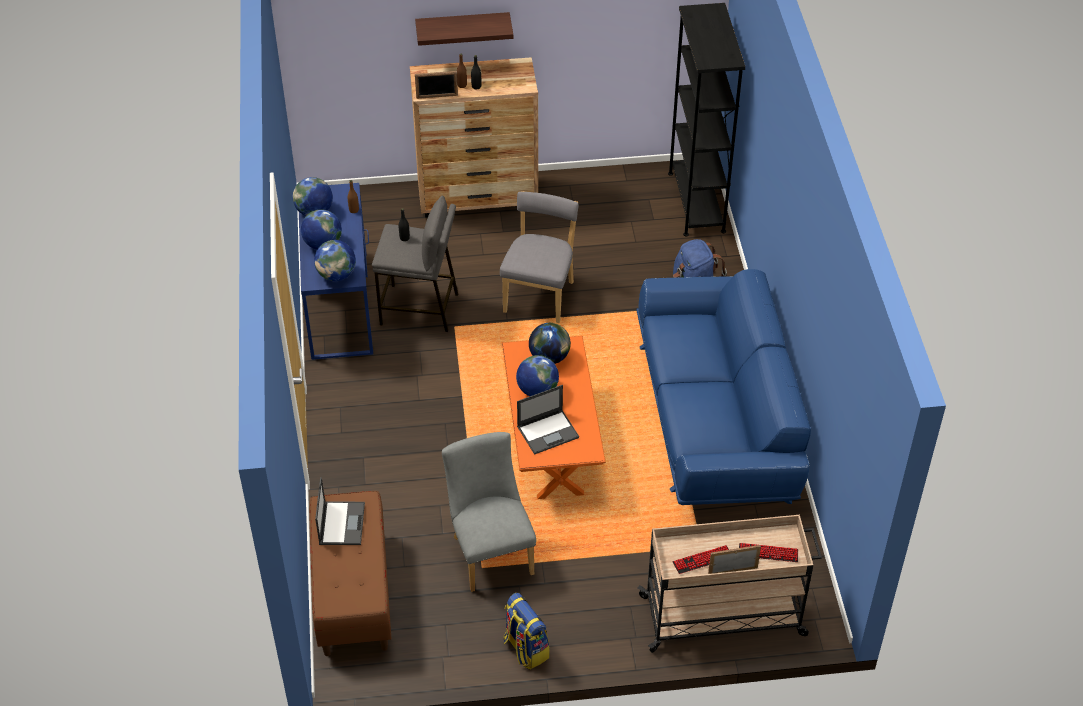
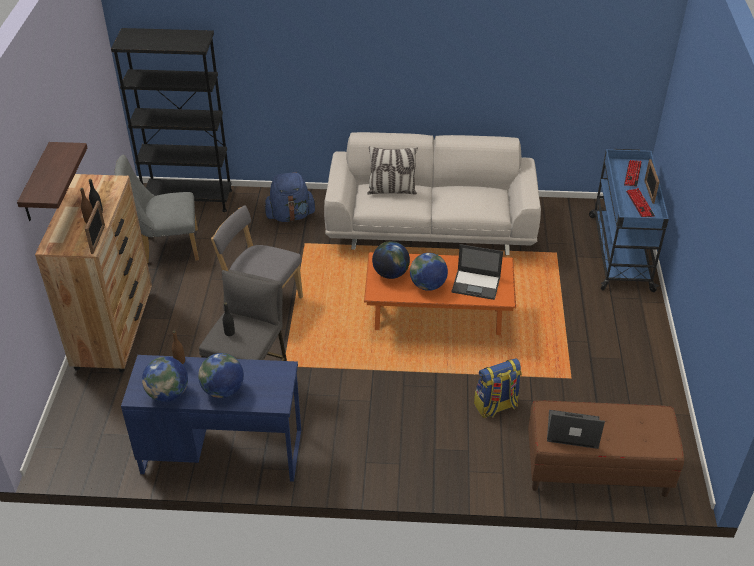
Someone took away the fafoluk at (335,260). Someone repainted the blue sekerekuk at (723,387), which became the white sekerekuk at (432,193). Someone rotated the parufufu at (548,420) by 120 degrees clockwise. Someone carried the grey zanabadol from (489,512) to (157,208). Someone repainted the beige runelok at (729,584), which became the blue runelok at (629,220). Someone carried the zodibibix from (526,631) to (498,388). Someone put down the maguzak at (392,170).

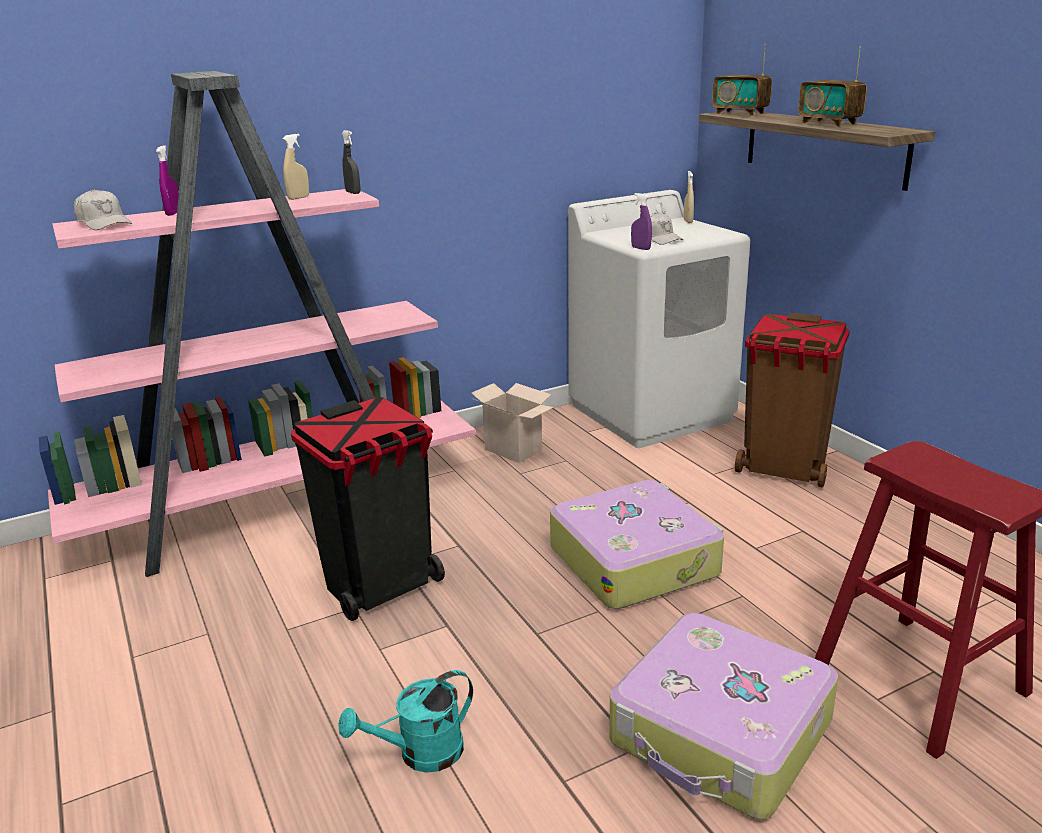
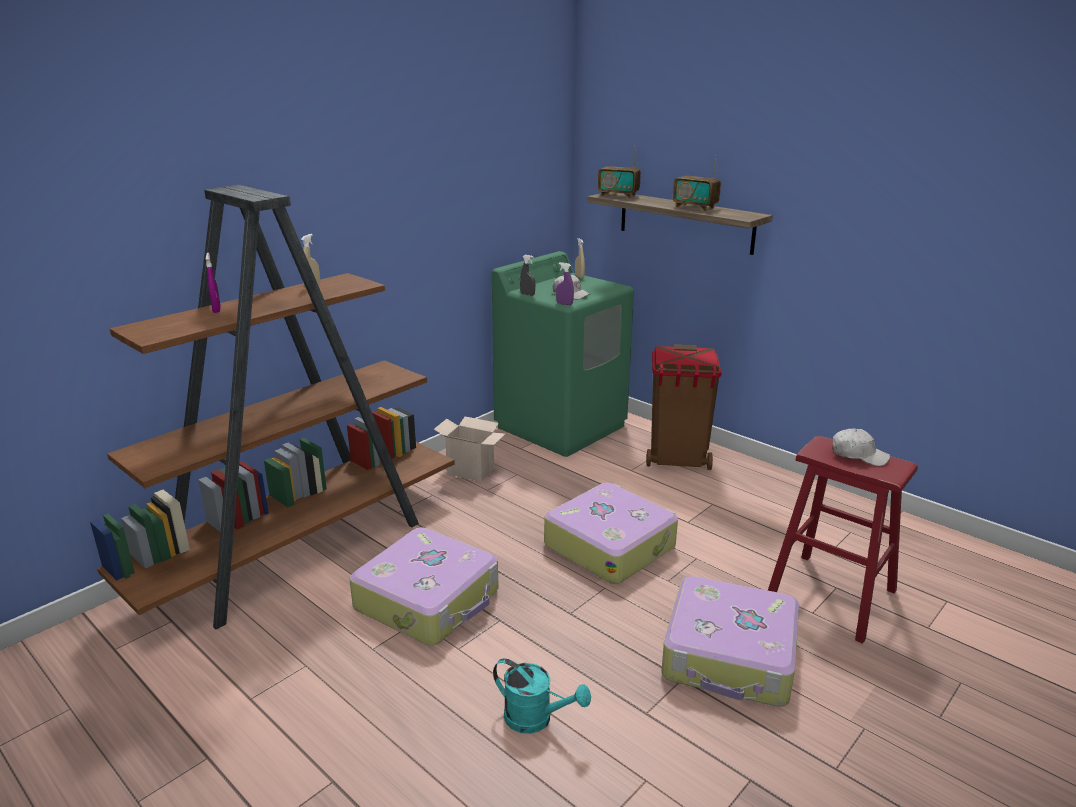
Someone repainted the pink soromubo at (257,324), which became the brown soromubo at (272,407). Someone carried the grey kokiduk from (351,162) to (527,275). Someone carried the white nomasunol from (103,209) to (861,447). Someone repainted the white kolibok at (659,319), which became the green kolibok at (563,354). Someone swapped the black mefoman at (368,509) for the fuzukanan at (423,586). Someone rotated the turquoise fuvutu at (405,721) by 105 degrees counterclockwise.

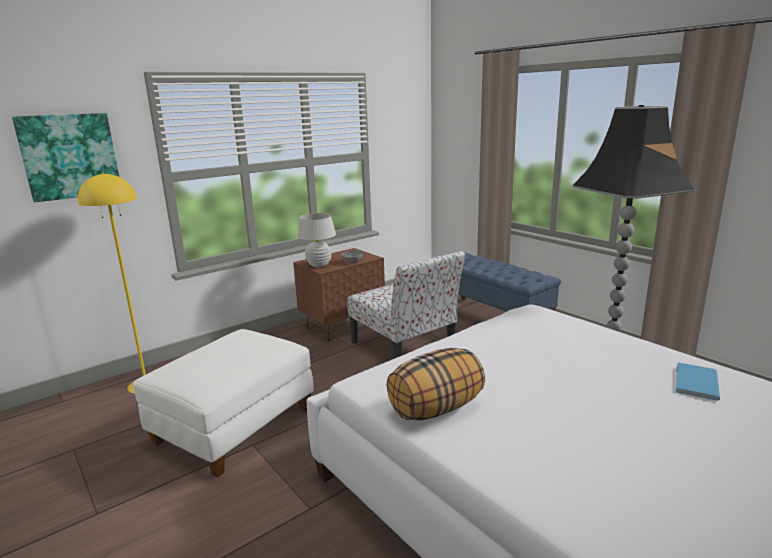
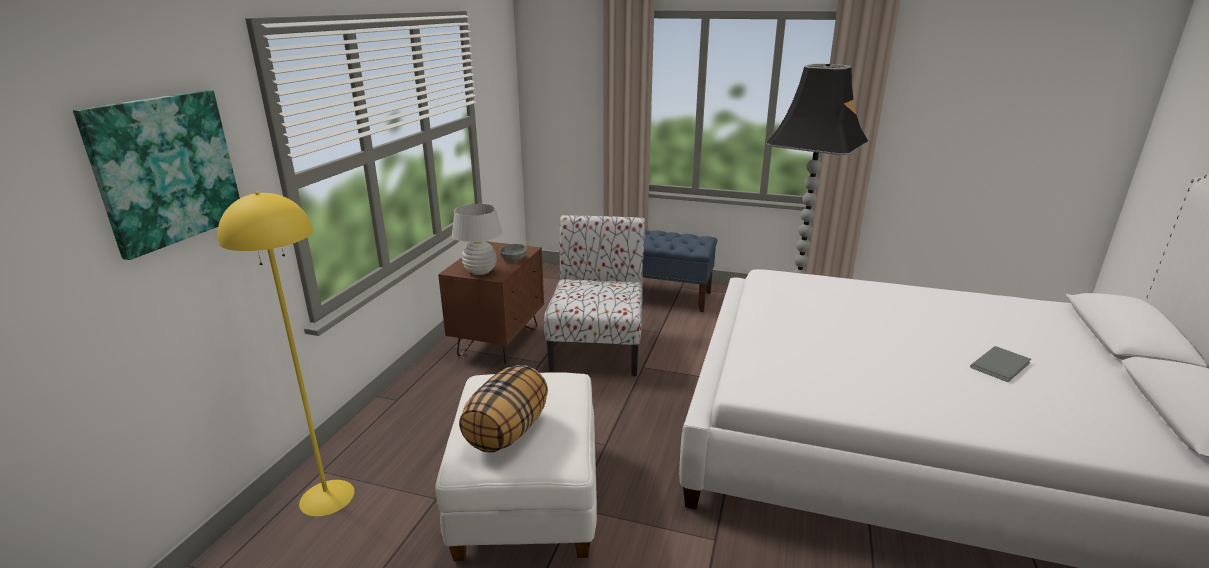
Someone rotated the zanabadol at (406,305) by 105 degrees counterclockwise. Someone carried the maguzak from (436,384) to (503,408). Someone took away the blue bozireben at (698,381). Someone put down the grey bozireben at (1000,364).

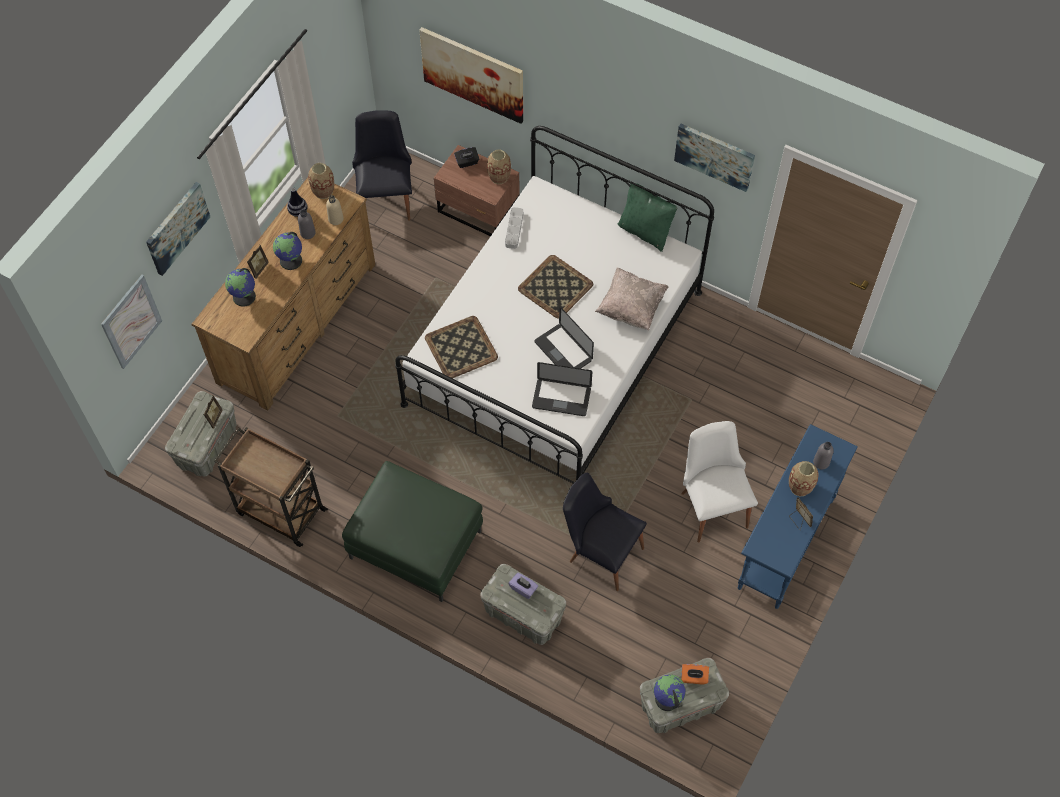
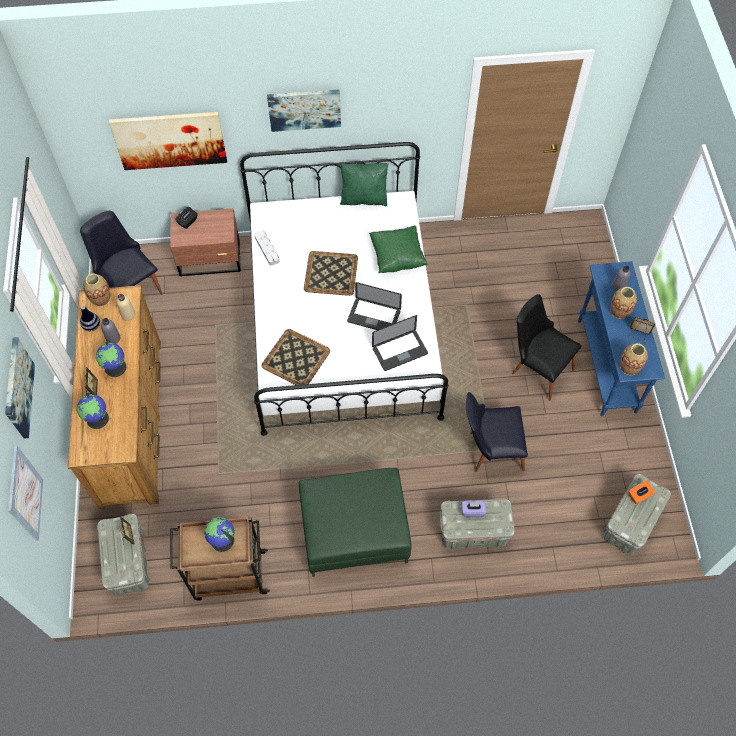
Someone carried the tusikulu from (714,158) to (304,110). Someone carried the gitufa from (499,166) to (634,359). Someone repainted the beige maguzak at (631,299), which became the green maguzak at (398,249). Someone repainted the white zanabadol at (719,481), which became the black zanabadol at (547,347). Someone carried the fafoluk from (669,692) to (219,534).

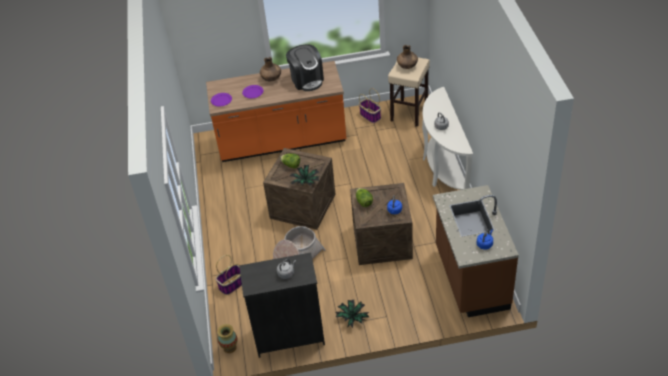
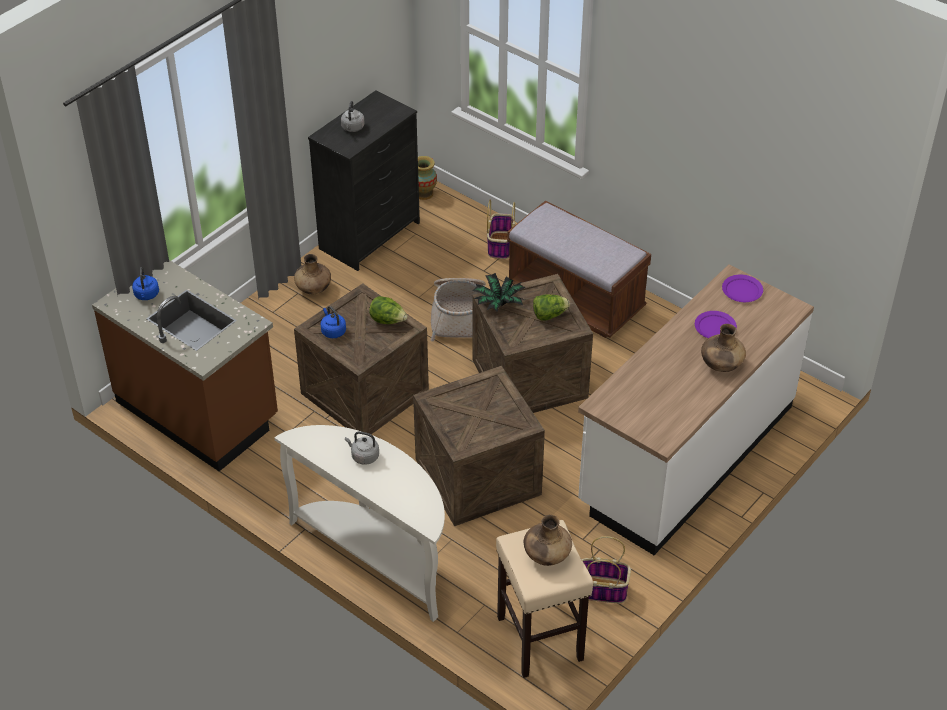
Someone took away the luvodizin at (305,68). Someone repainted the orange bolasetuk at (276,111), which became the white bolasetuk at (696,409). Someone swapped the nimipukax at (352,314) for the brown gitufa at (312,274). Someone put down the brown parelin at (579,269). Someone put down the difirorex at (479,446).

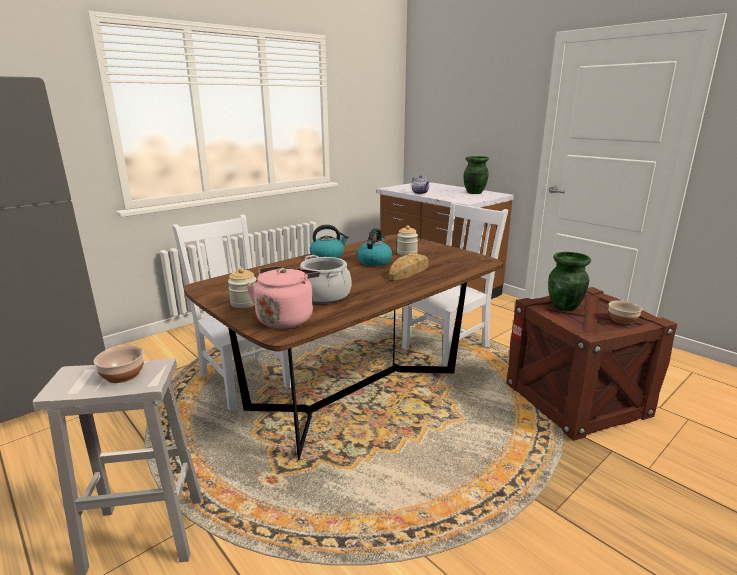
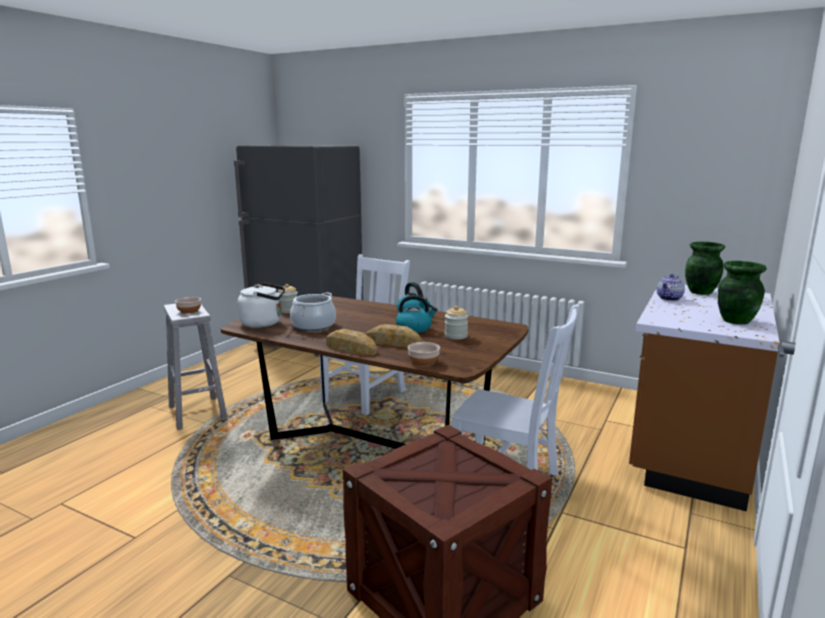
Someone carried the green gitufa from (569,281) to (705,268). Someone repainted the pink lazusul at (283,297), which became the white lazusul at (261,305). Someone carried the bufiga from (625,312) to (424,354). Someone put down the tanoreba at (352,342).

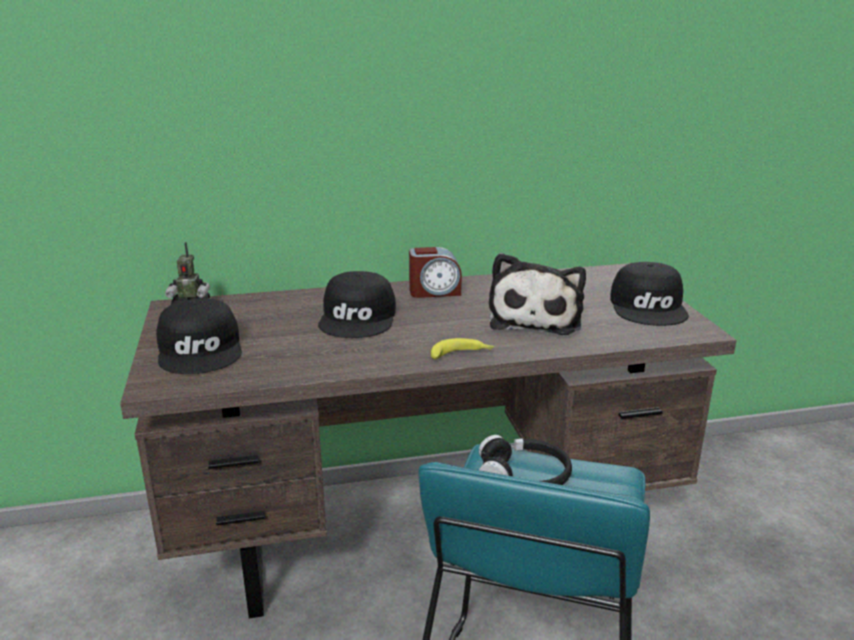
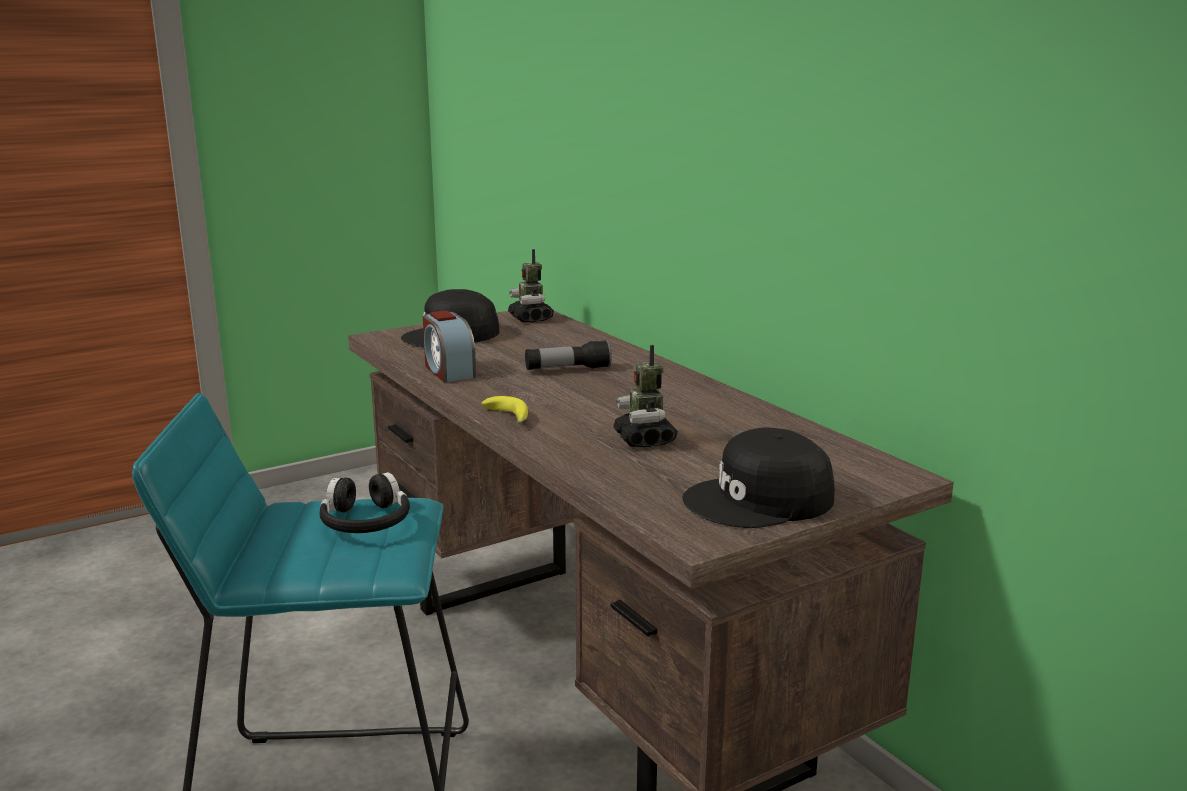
Someone carried the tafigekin from (435,272) to (449,346). Someone swapped the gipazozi at (537,294) for the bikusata at (645,396). Someone swapped the black nomasunol at (357,304) for the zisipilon at (568,355).

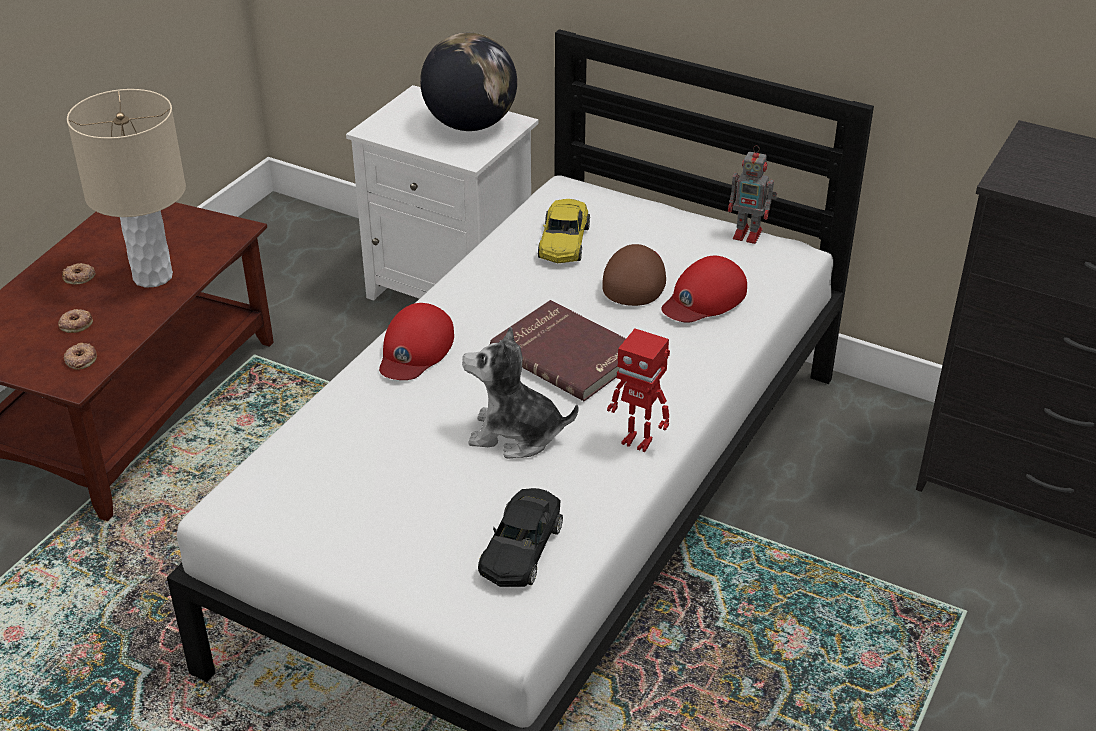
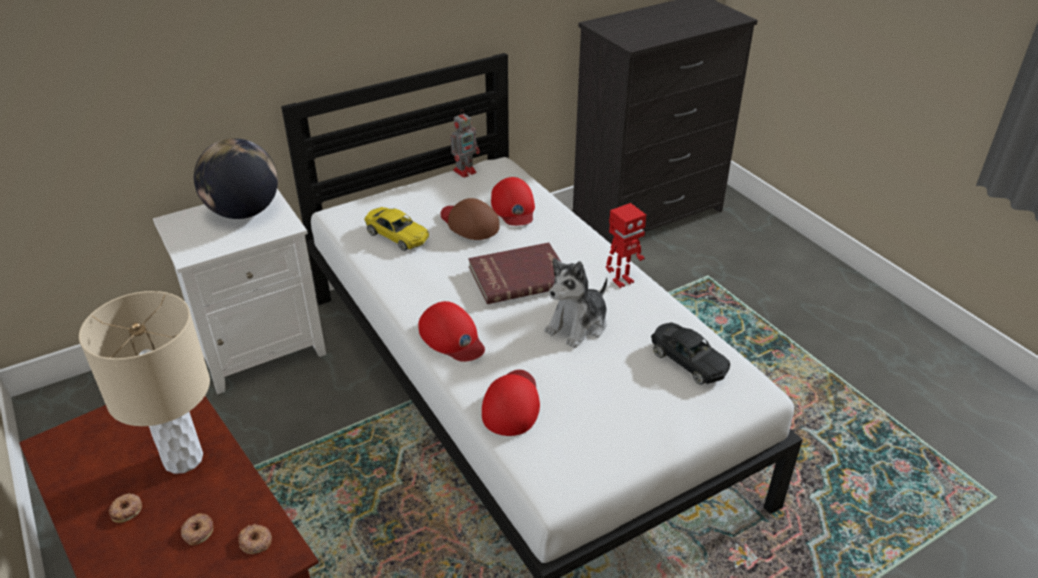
Someone put down the red nomasunol at (511,403).

